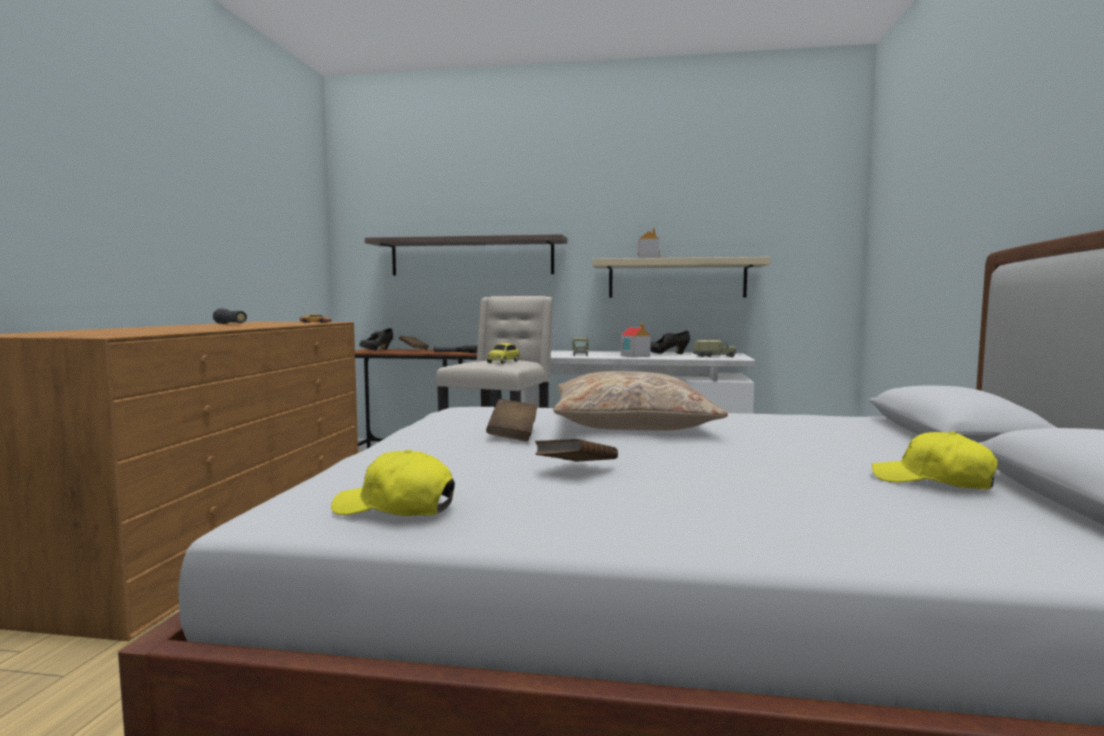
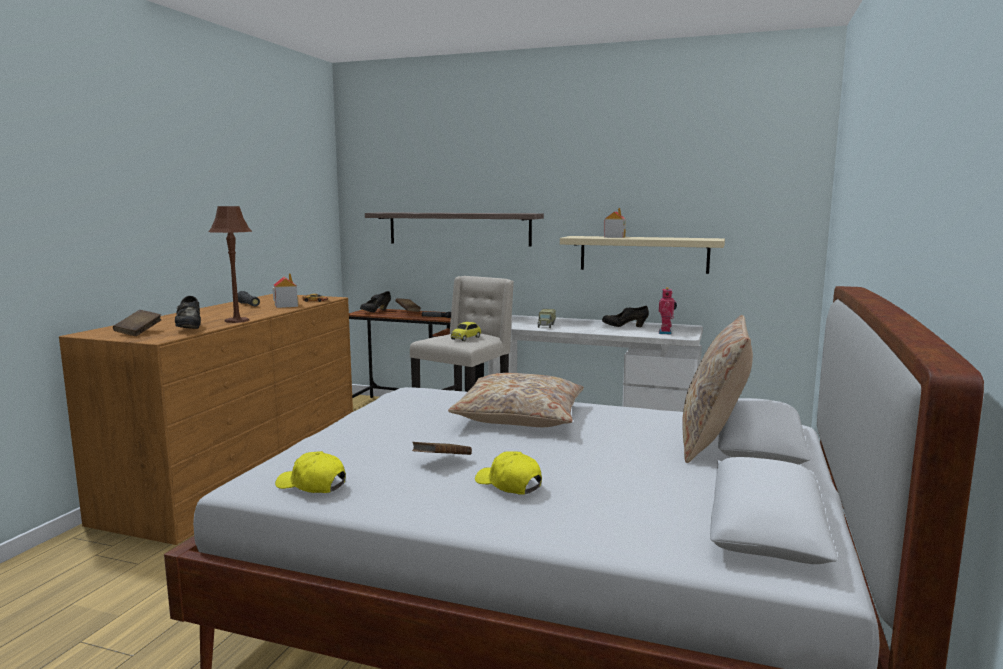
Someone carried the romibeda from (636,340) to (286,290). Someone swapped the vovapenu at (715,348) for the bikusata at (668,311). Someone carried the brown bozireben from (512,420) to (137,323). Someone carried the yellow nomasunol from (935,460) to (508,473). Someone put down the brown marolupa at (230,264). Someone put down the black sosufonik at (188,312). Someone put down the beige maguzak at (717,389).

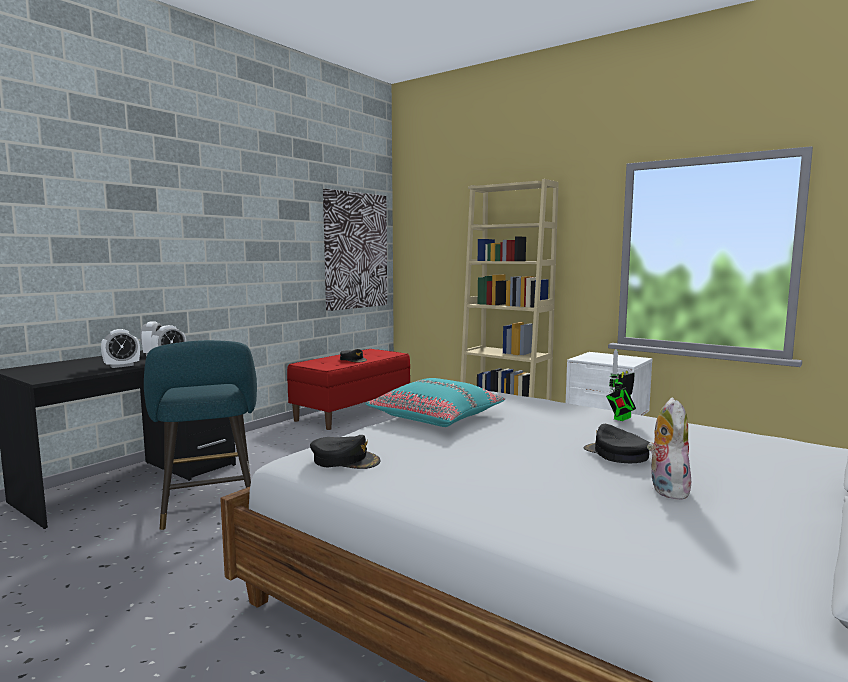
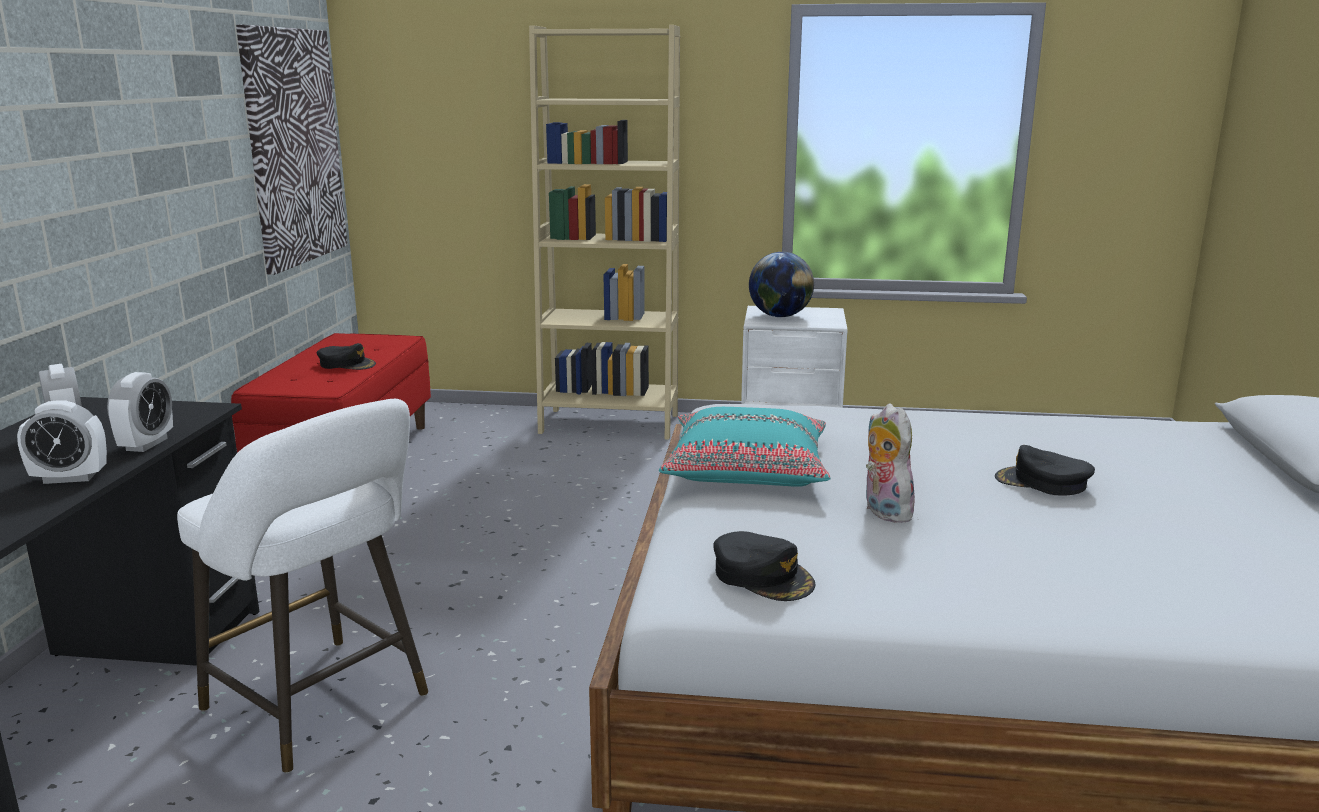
Someone rotated the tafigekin at (120,348) by 60 degrees clockwise. Someone repainted the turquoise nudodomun at (200,435), which became the white nudodomun at (302,586). Someone took away the bikusata at (621,385). Someone carried the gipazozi from (669,449) to (890,463). Someone rotated the black nomasunol at (345,452) by 60 degrees clockwise. Someone put down the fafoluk at (781,284).

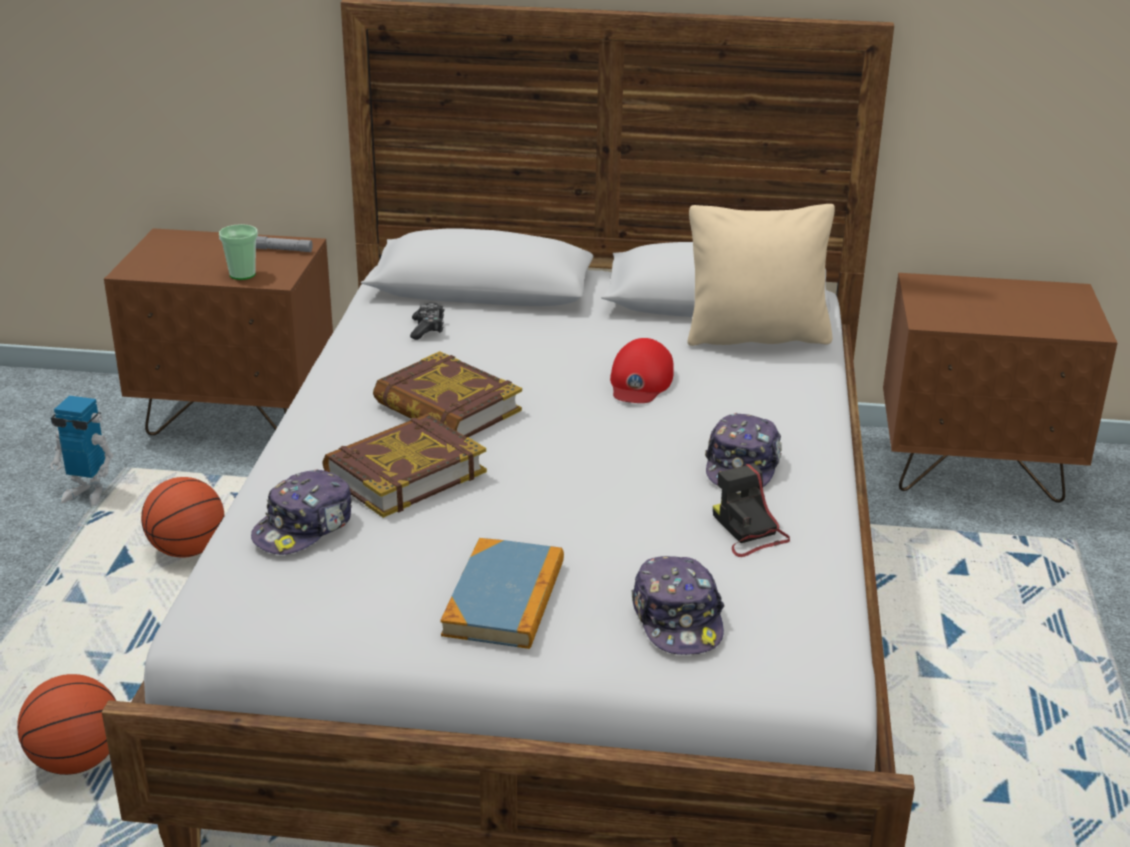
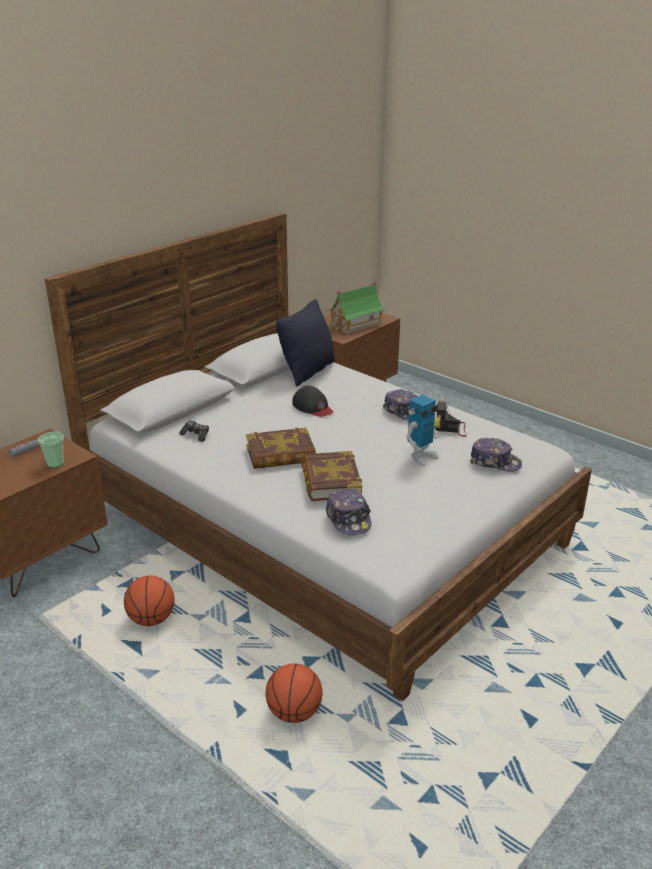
Someone repainted the beige maguzak at (761,275), which became the black maguzak at (305,342). Someone repainted the red nomasunol at (642,370), which became the black nomasunol at (312,401). Someone carried the bikusata from (81,451) to (423,430). Someone took away the bozireben at (502,593). Someone put down the romibeda at (356,308).

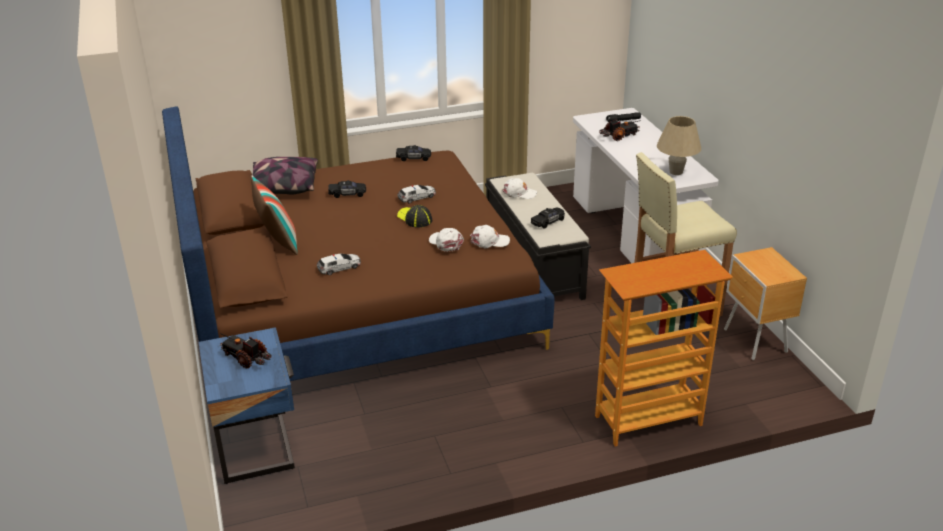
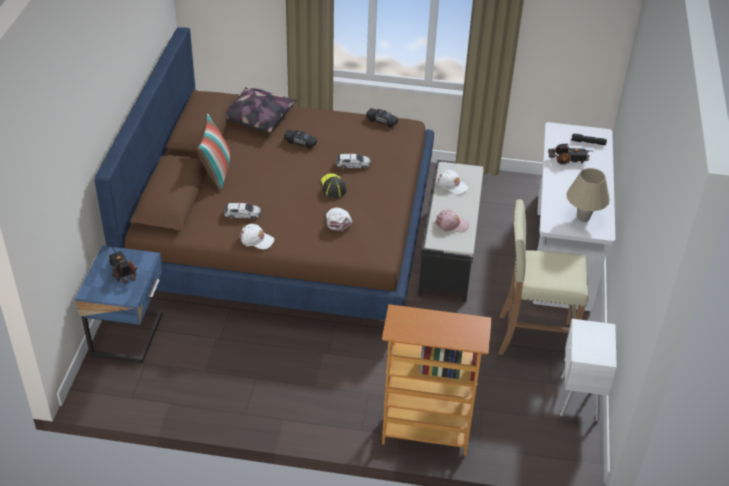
Someone swapped the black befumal at (548,218) for the pink nomasunol at (452,221). Someone carried the white nomasunol from (490,236) to (256,236). Someone repainted the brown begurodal at (765,303), which became the white begurodal at (588,370).

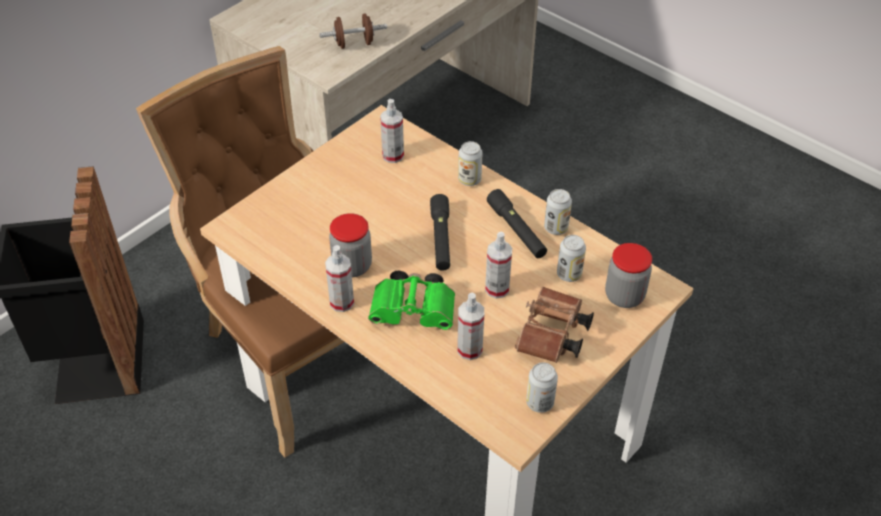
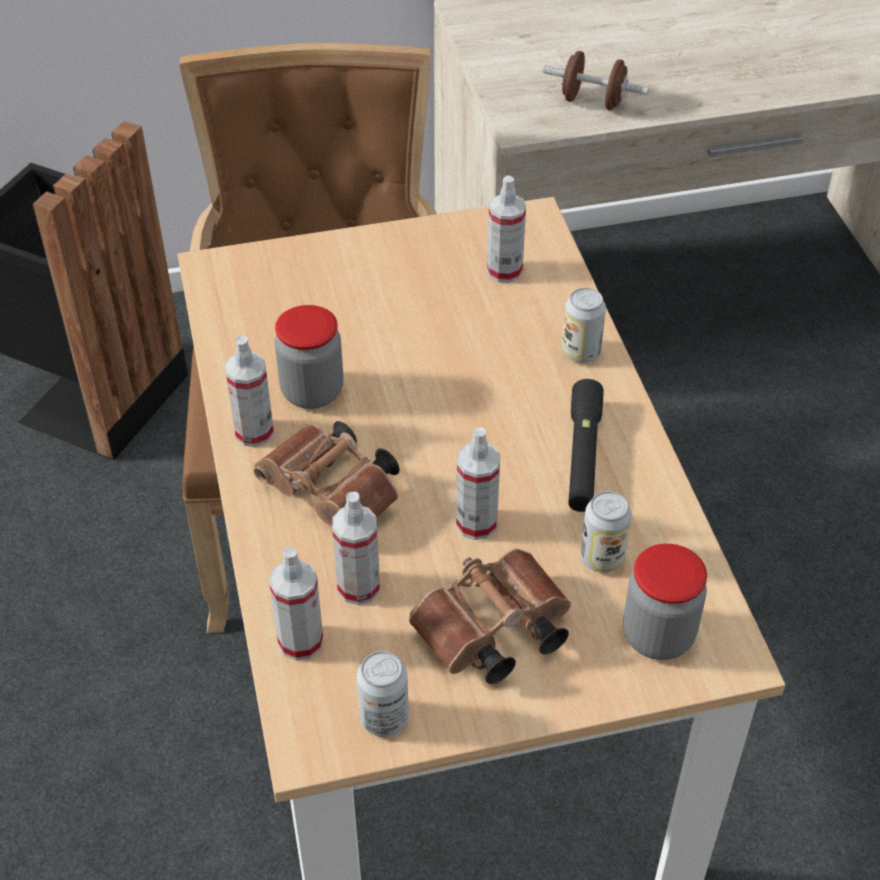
Someone took away the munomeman at (558,212). Someone took away the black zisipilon at (440,232). Someone repainted the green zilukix at (411,300), which became the brown zilukix at (327,473). Someone put down the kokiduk at (296,604).

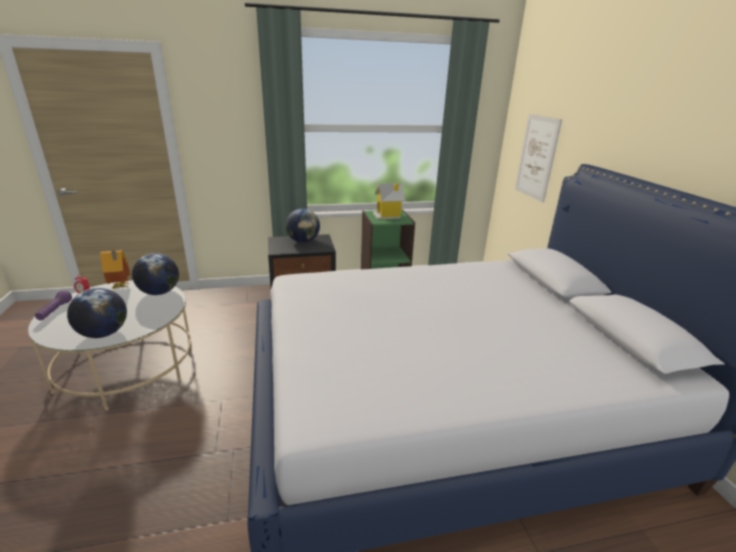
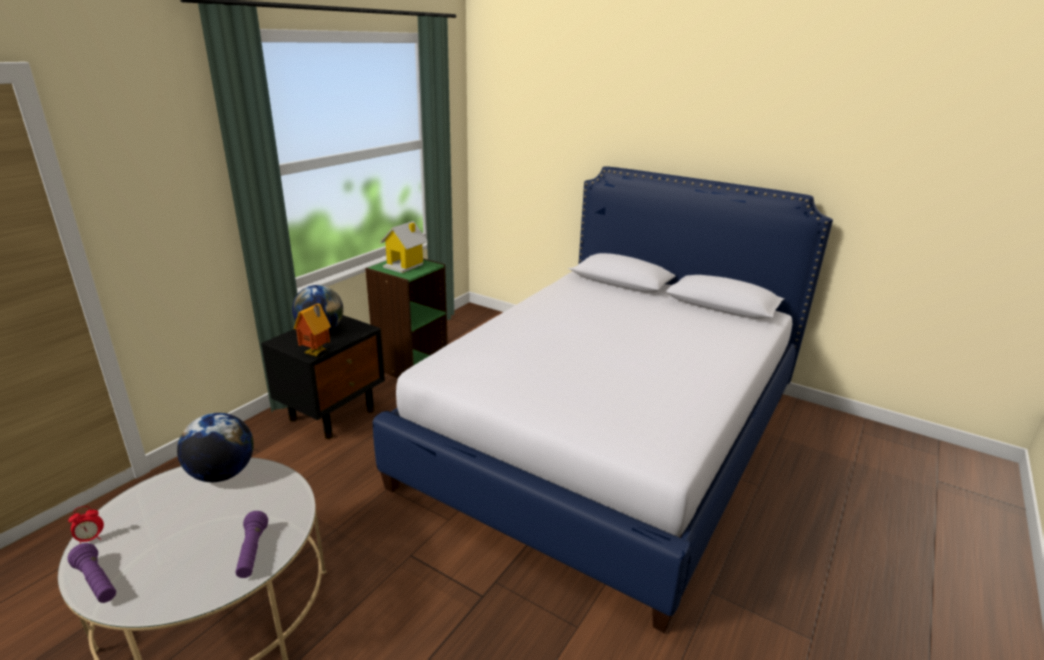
Someone took away the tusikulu at (538,158). Someone carried the romibeda from (115,269) to (312,330). Someone swapped the fafoluk at (97,313) for the purple zisipilon at (251,544).

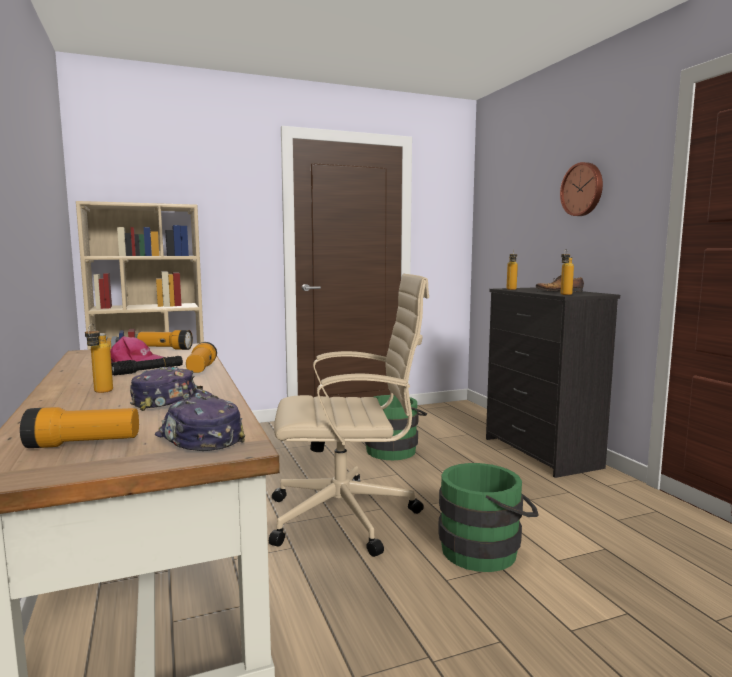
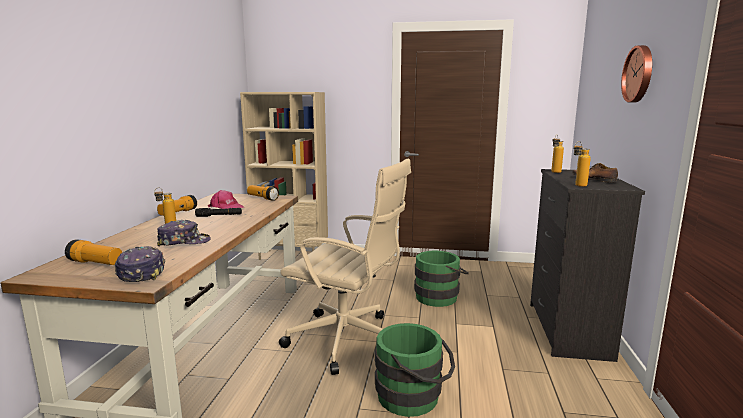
Someone carried the zisipilon from (201,357) to (177,205).

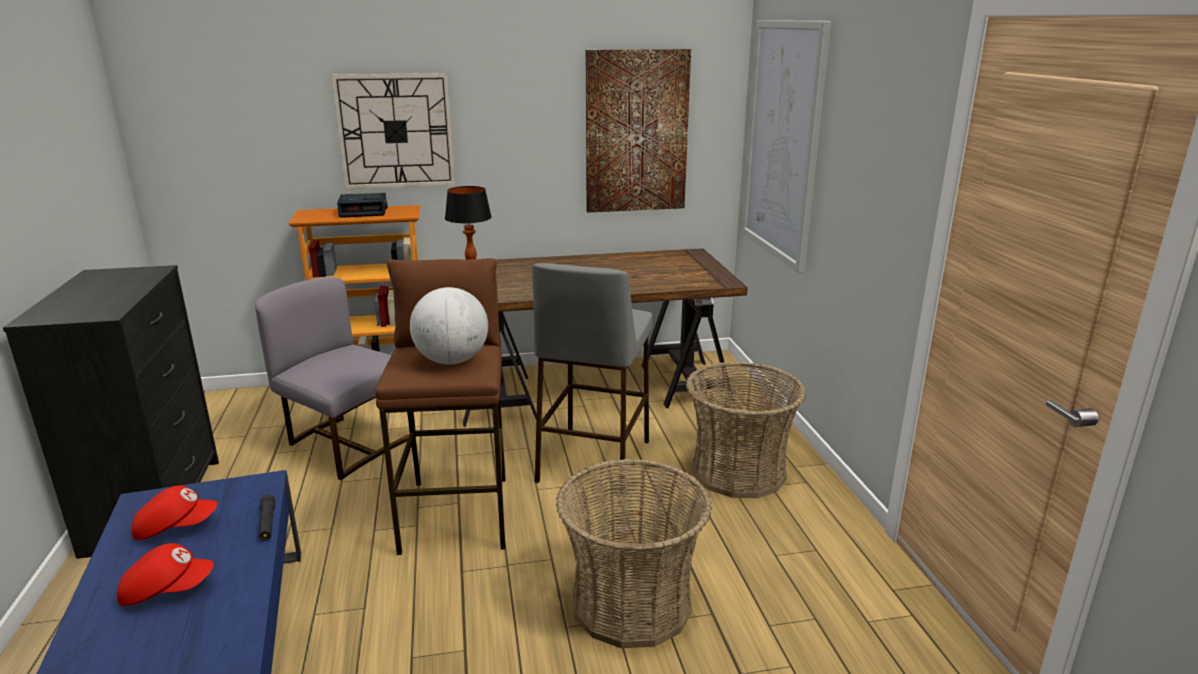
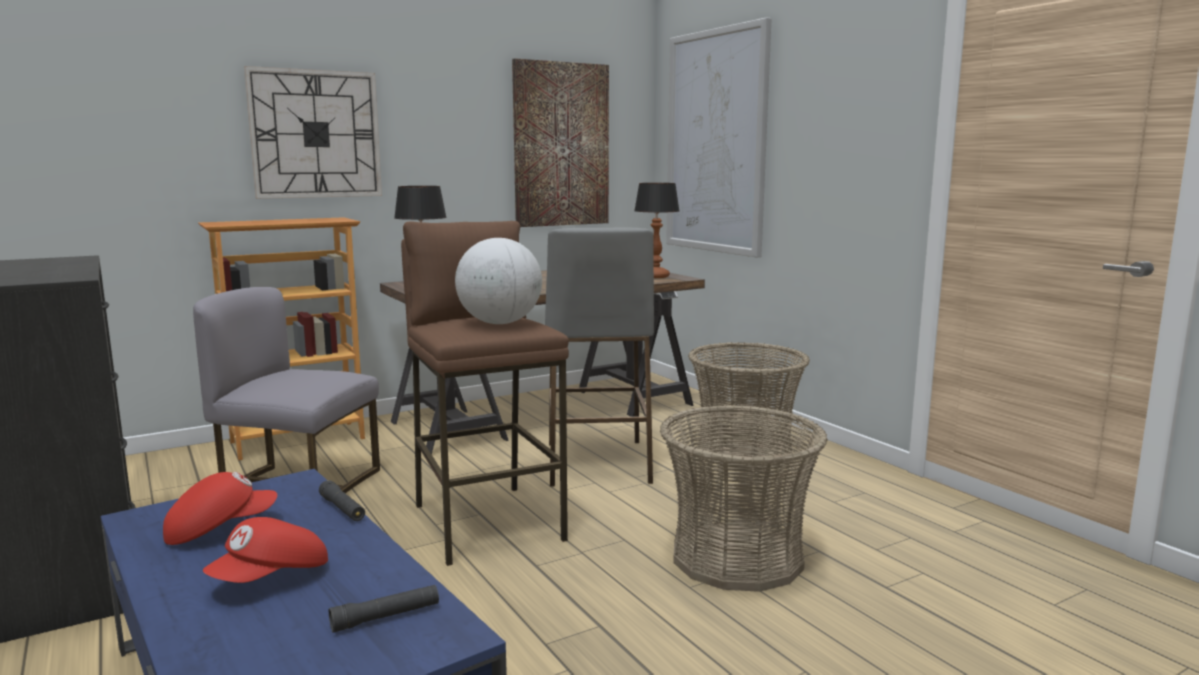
Someone took away the tafigekin at (362,205). Someone rotated the red nomasunol at (165,574) by 150 degrees clockwise. Someone put down the marolupa at (656,230). Someone put down the black zisipilon at (384,609).

